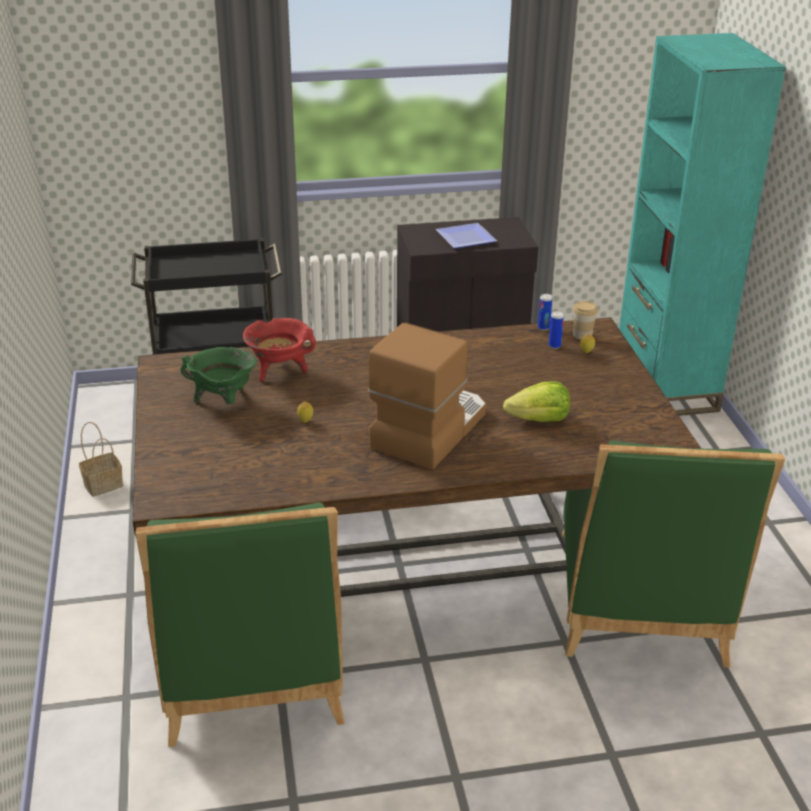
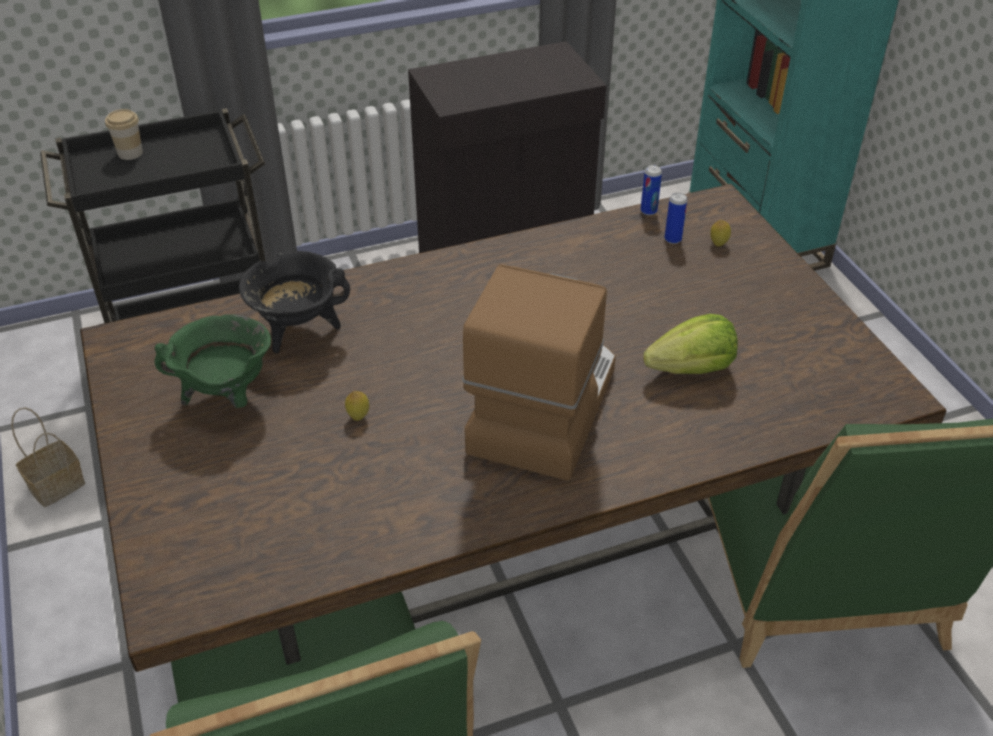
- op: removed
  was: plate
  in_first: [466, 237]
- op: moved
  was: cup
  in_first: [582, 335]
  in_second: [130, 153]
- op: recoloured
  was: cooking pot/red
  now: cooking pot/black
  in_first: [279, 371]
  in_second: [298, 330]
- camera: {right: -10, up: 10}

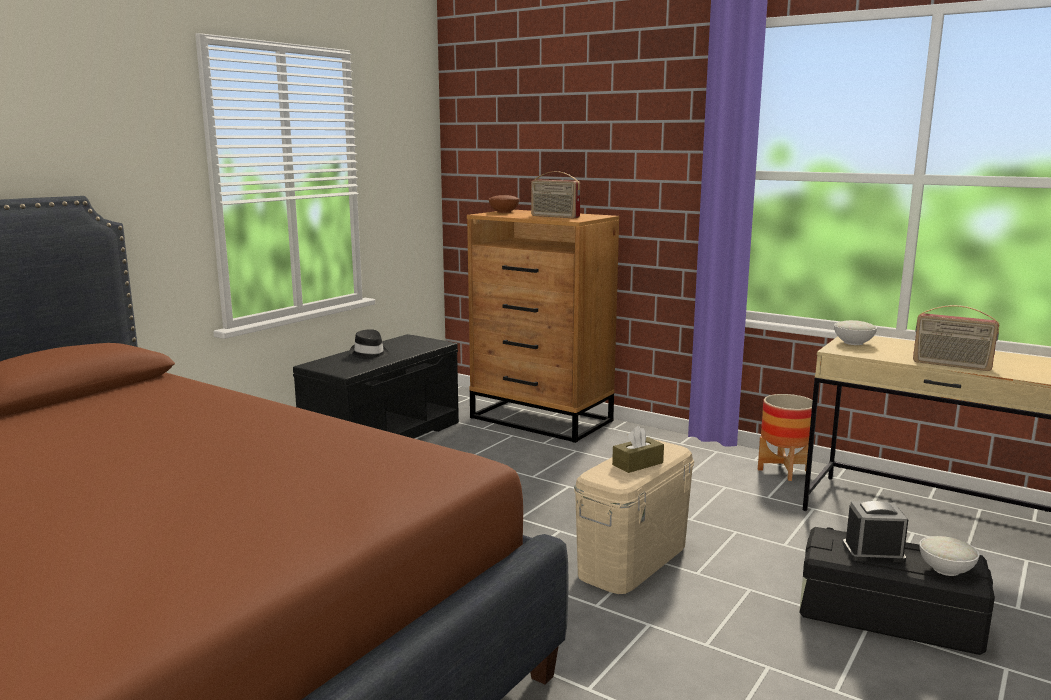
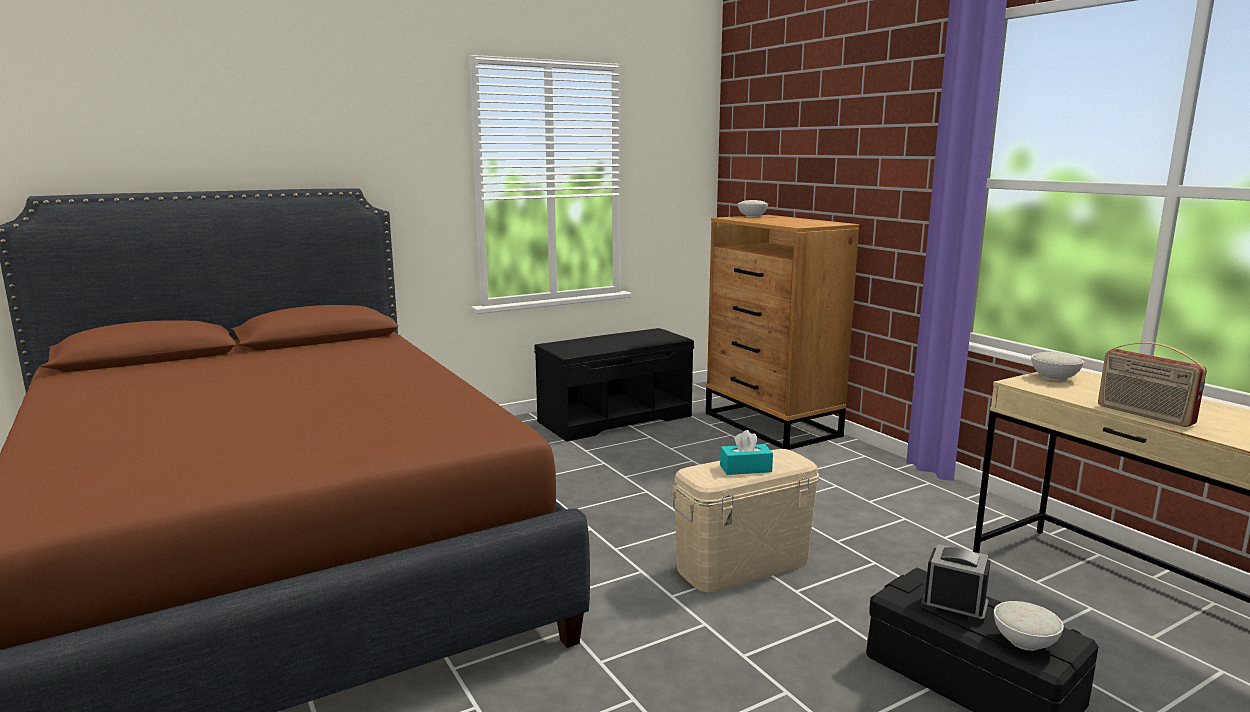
- op: removed
  was: radio
  in_first: [554, 217]
- op: recoloured
  was: bowl/brown
  now: bowl/white
  in_first: [503, 212]
  in_second: [752, 216]
- op: removed
  was: hat/black
  in_first: [370, 354]
- op: removed
  was: planter
  in_first: [783, 470]
- op: recoloured
  was: tissue box/brown
  now: tissue box/turquoise
  in_first: [637, 464]
  in_second: [745, 468]
- camera: {right: 25, up: 0}

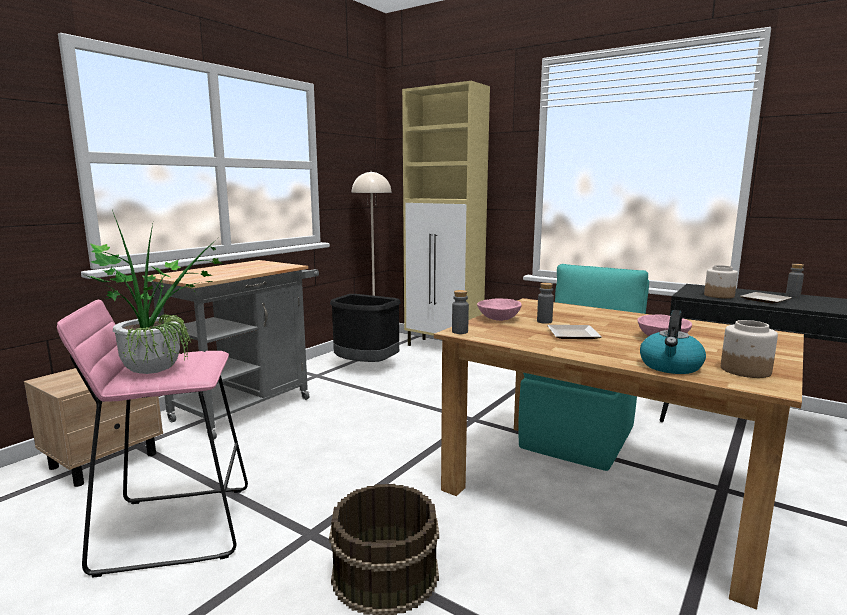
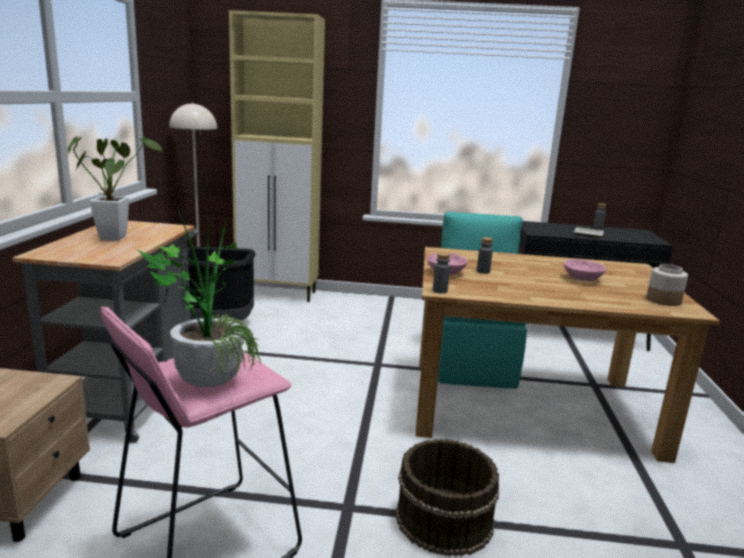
- op: removed
  was: jar
  in_first: [719, 295]
- op: removed
  was: kettle
  in_first: [670, 366]
- op: removed
  was: plate
  in_first: [572, 335]
- op: added
  now: potted plant
  in_second: [116, 236]
- camera: {right: -30, up: 5}

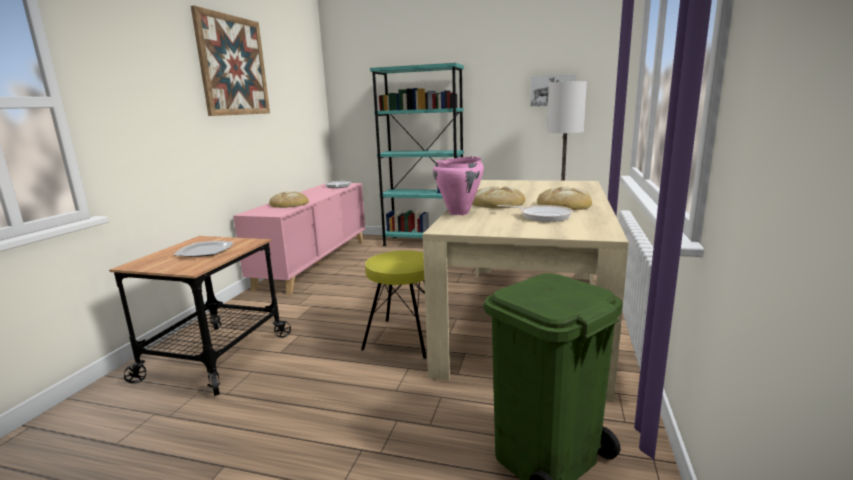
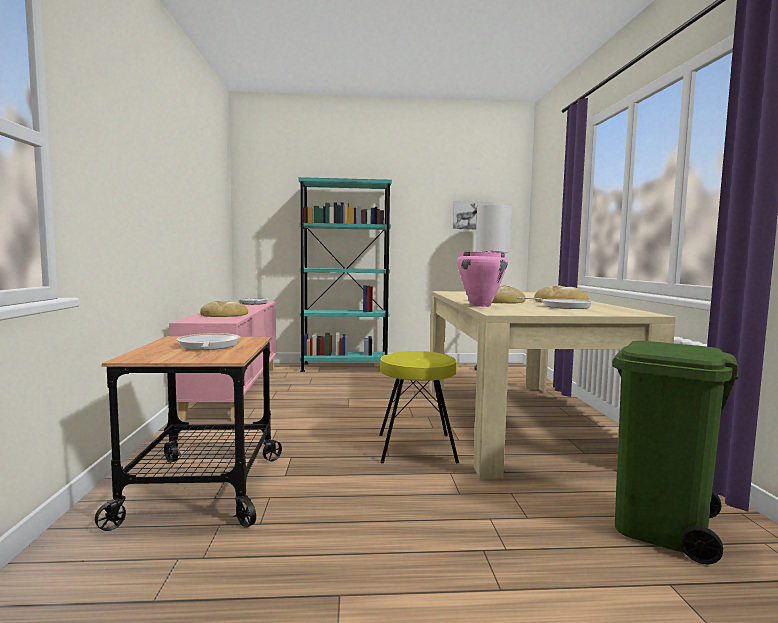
- op: removed
  was: picture
  in_first: [233, 66]
- op: replaced
  was: plate
  now: frying pan
  in_first: [204, 251]
  in_second: [208, 346]
- camera: {right: -20, up: -10}

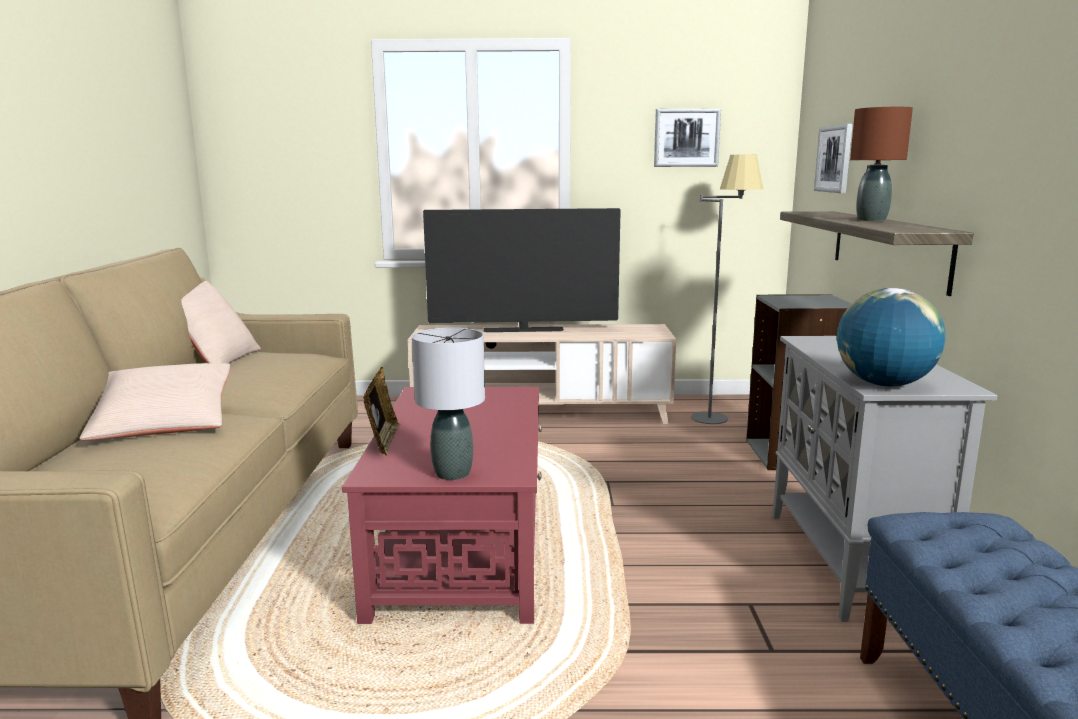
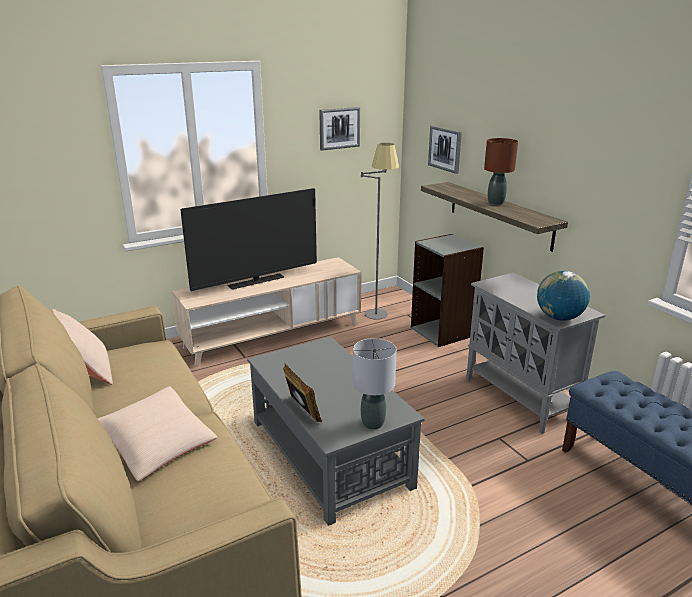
- op: recoloured
  was: coffee table/red
  now: coffee table/grey
  in_first: [463, 545]
  in_second: [329, 452]
- camera: {right: -30, up: 10}

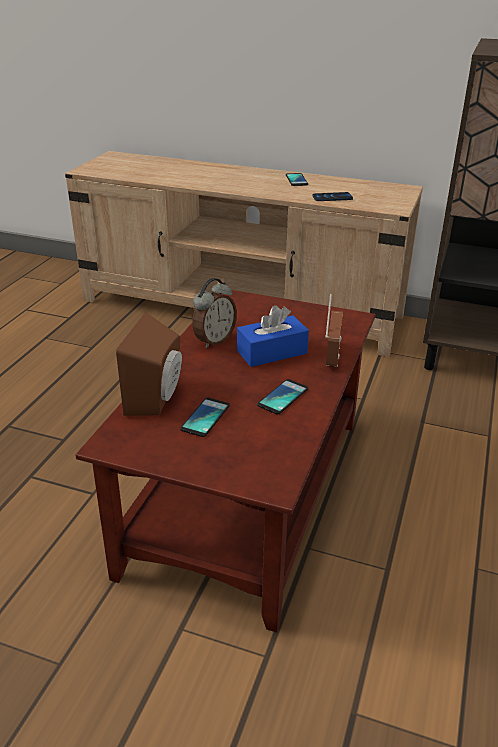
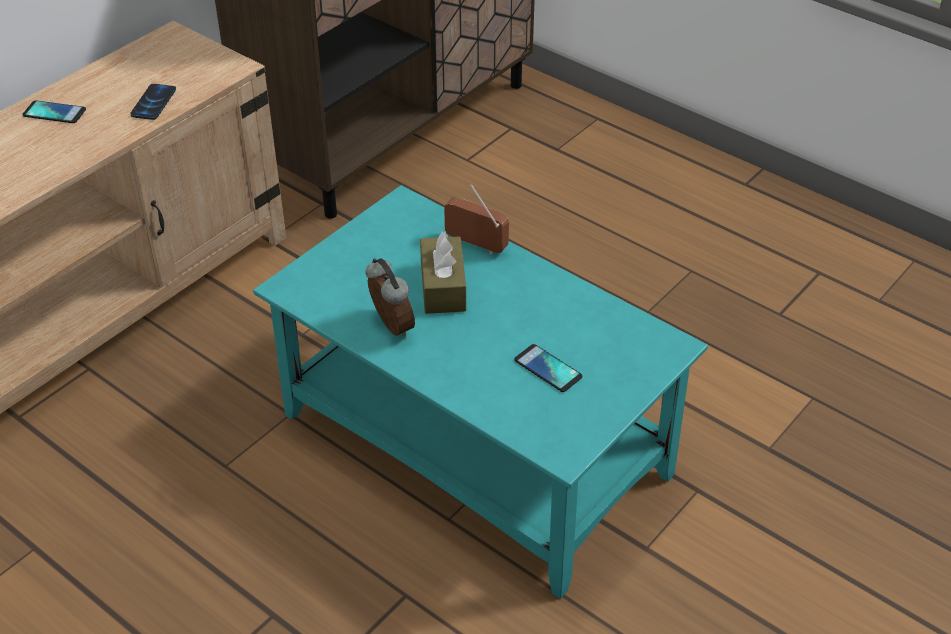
- op: recoloured
  was: coffee table/brown
  now: coffee table/turquoise
  in_first: [247, 491]
  in_second: [472, 444]
- op: recoloured
  was: tissue box/blue
  now: tissue box/brown
  in_first: [272, 352]
  in_second: [443, 287]
- op: removed
  was: speaker/brown
  in_first: [158, 398]
- op: removed
  was: phone
  in_first: [283, 397]
- camera: {right: -70, up: 10}

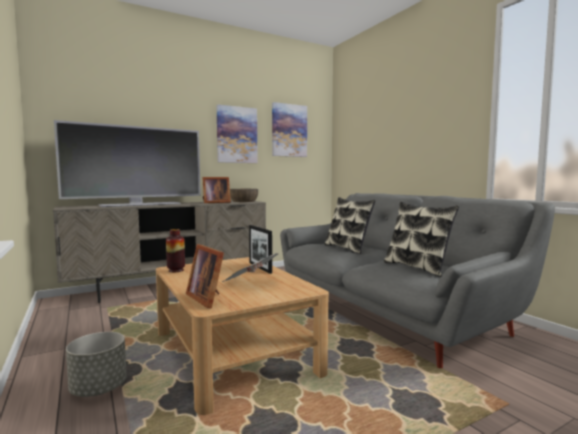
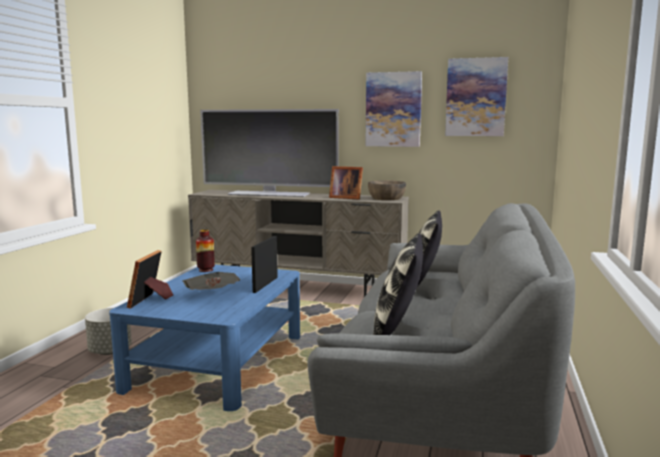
- op: recoloured
  was: coffee table/beige
  now: coffee table/blue
  in_first: [233, 352]
  in_second: [218, 362]
- camera: {right: 45, up: 5}

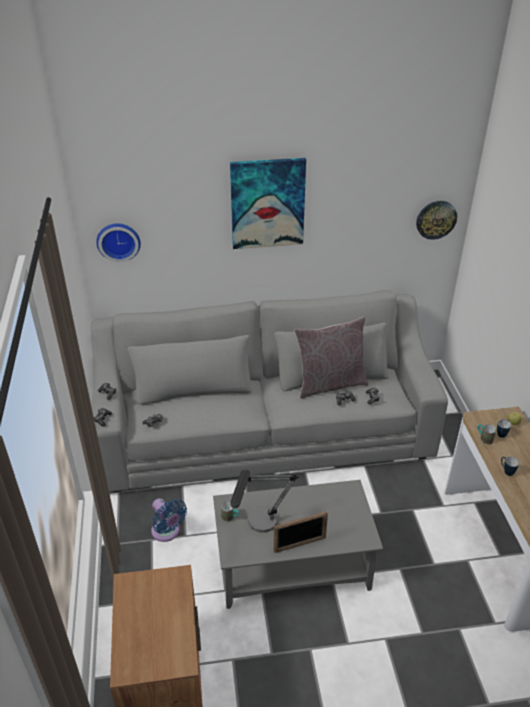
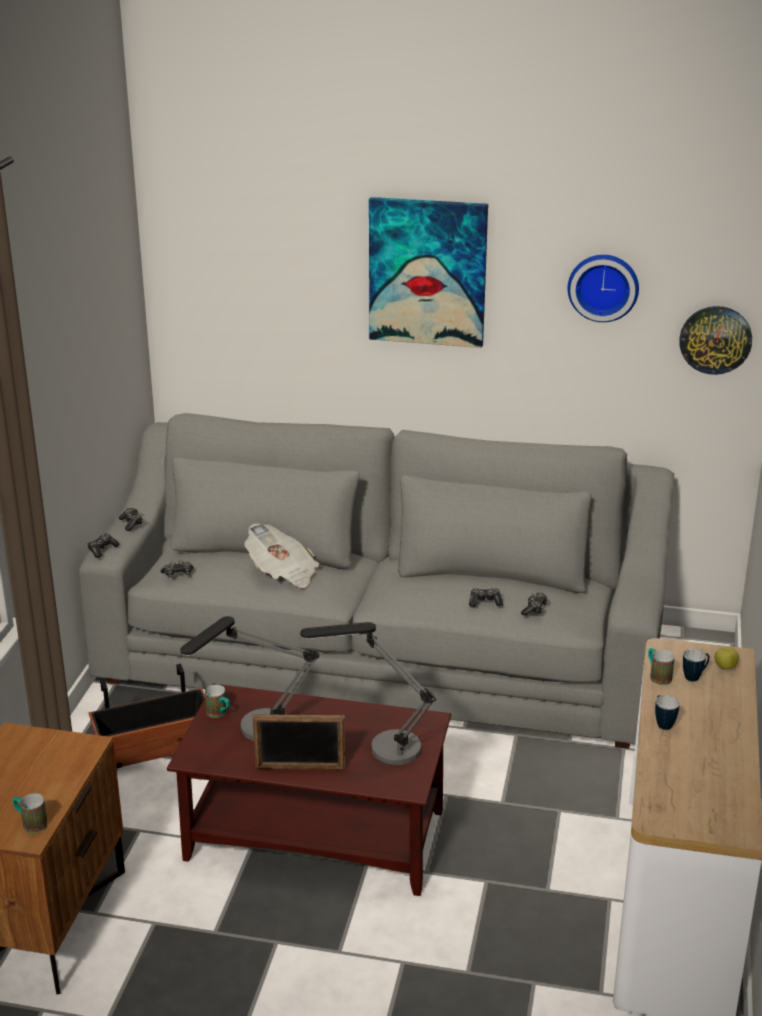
- op: moved
  was: wall clock
  in_first: [118, 241]
  in_second: [603, 286]
- op: removed
  was: pillow/grey
  in_first: [330, 384]
- op: recoloured
  was: coffee table/grey
  now: coffee table/brown
  in_first: [294, 565]
  in_second: [318, 835]
- op: replaced
  was: fan/blue
  now: planter
  in_first: [167, 532]
  in_second: [154, 748]
- op: added
  now: newspaper
  in_second: [283, 572]
- op: added
  now: table lamp
  in_second: [380, 749]
- op: added
  now: mug
  in_second: [30, 823]
- camera: {right: 20, up: -10}

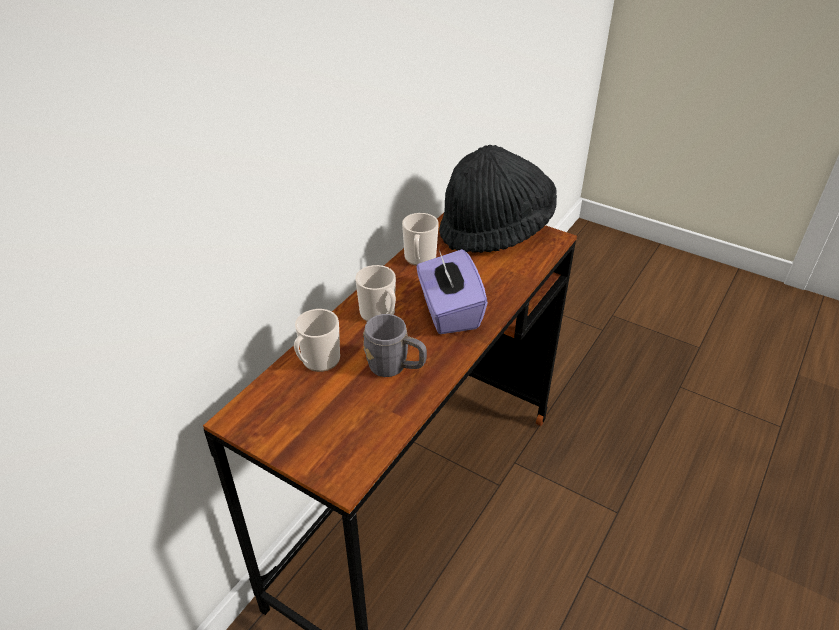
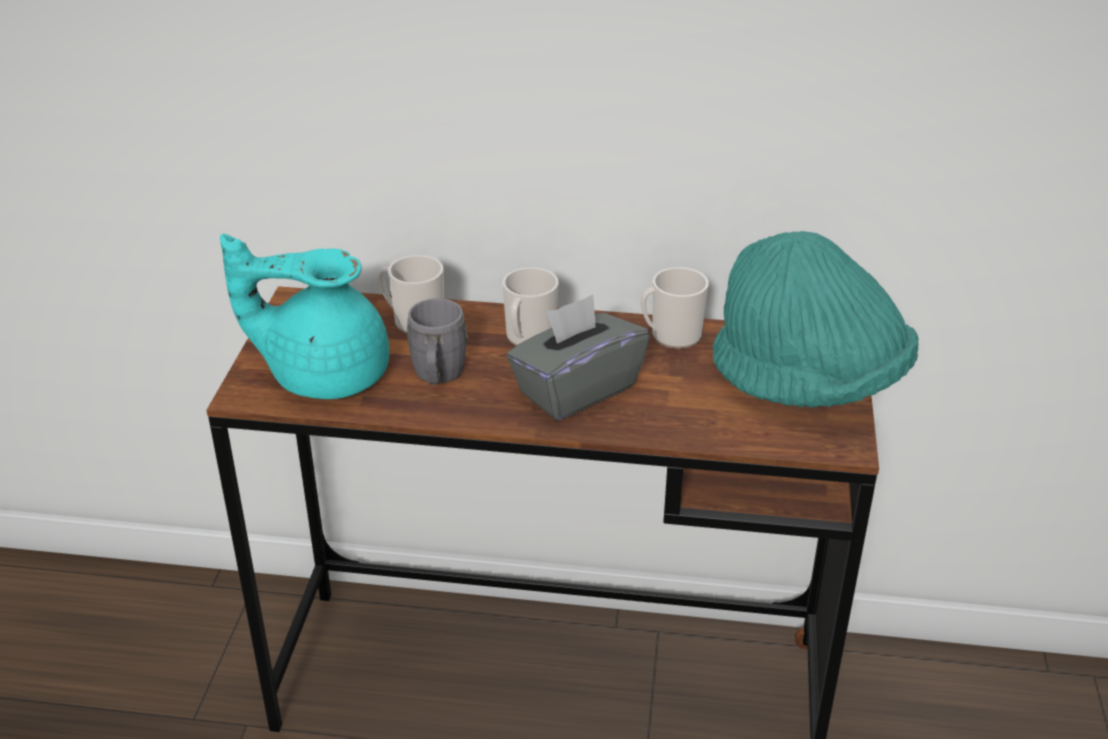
- op: recoloured
  was: hat/black
  now: hat/turquoise
  in_first: [496, 230]
  in_second: [808, 383]
- op: recoloured
  was: tissue box/purple
  now: tissue box/grey
  in_first: [449, 311]
  in_second: [576, 389]
- op: added
  now: teapot/turquoise
  in_second: [324, 373]
- camera: {right: 65, up: -5}

